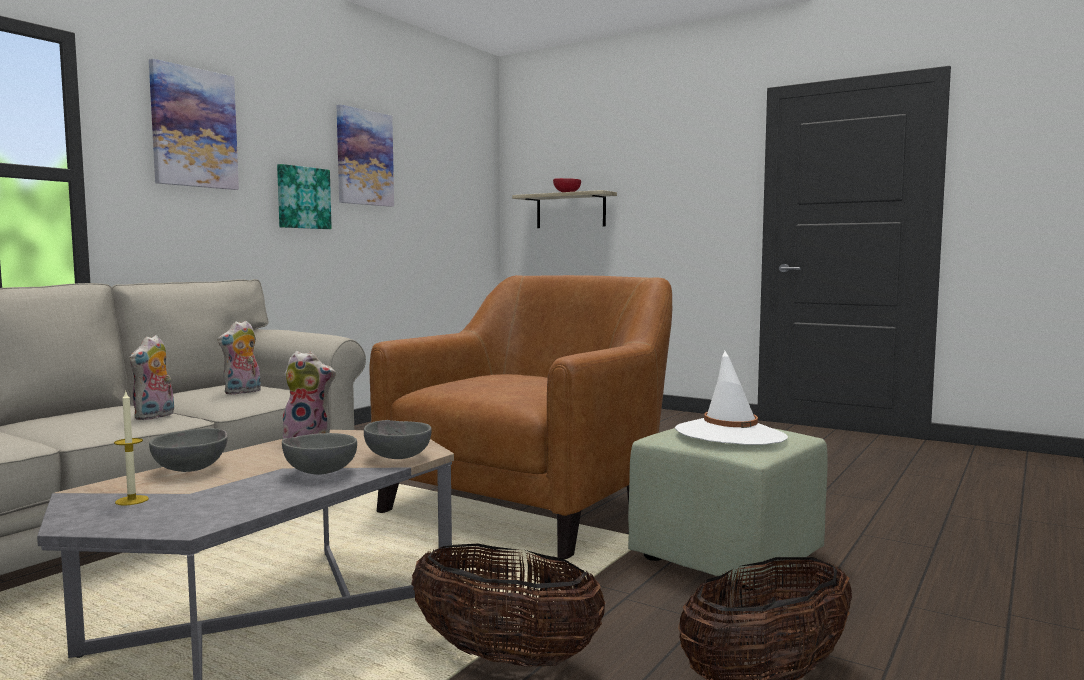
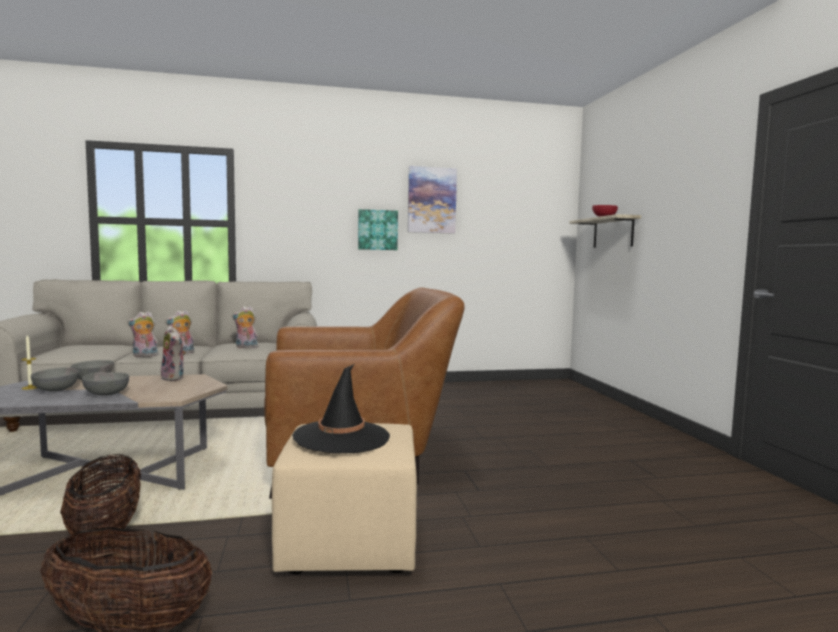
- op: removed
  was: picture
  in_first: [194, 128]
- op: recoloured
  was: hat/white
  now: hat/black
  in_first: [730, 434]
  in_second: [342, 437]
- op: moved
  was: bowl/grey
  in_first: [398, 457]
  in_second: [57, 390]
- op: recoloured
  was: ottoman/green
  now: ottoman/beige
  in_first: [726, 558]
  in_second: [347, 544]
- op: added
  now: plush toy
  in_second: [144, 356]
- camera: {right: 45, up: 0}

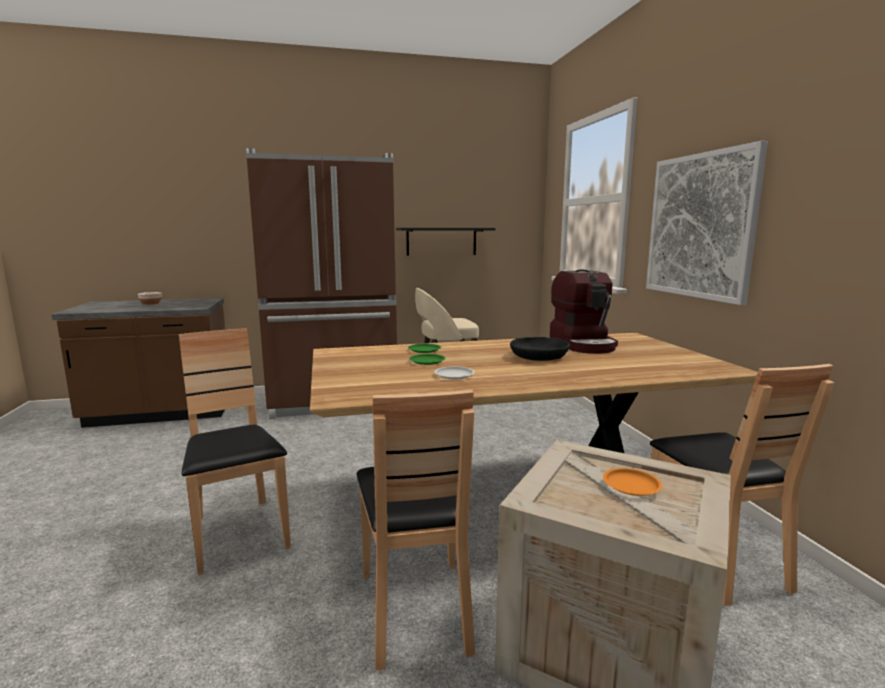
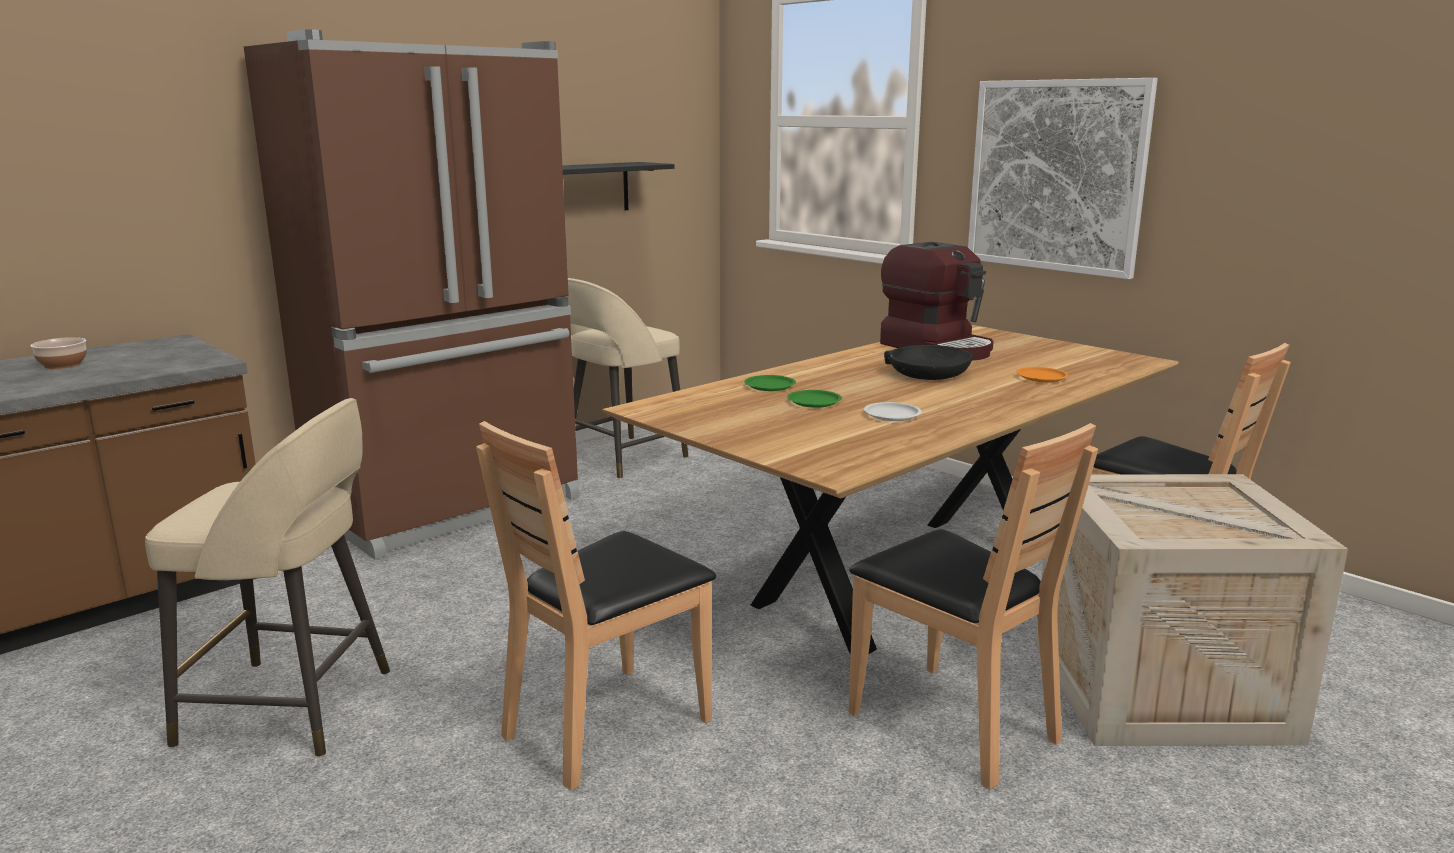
- op: turned
  was: chair/brown
  in_first: [238, 534]
  in_second: [607, 725]
  clockwise: -75
- op: moved
  was: plate/orange
  in_first: [631, 485]
  in_second: [1041, 378]
- op: added
  now: stool/beige
  in_second: [292, 707]
- camera: {right: -30, up: 5}

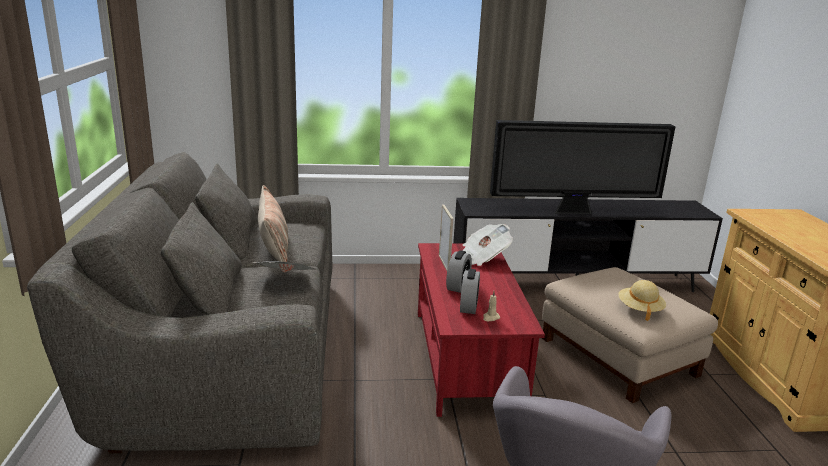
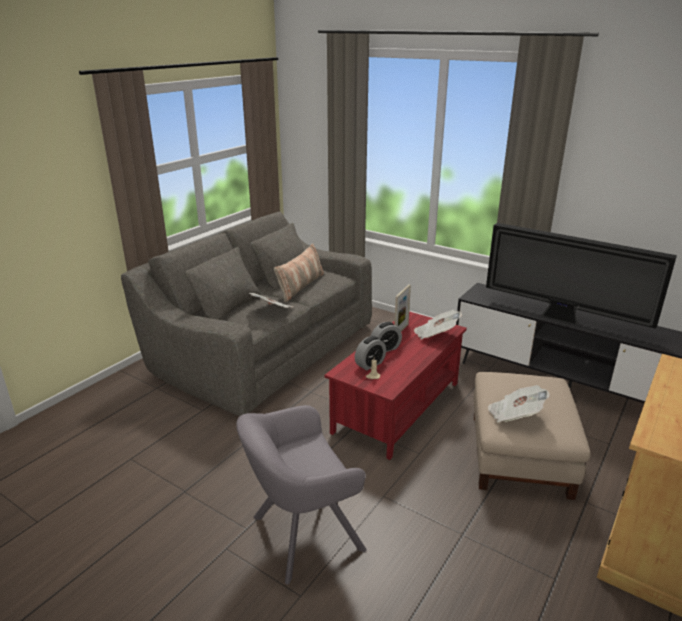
- op: replaced
  was: hat/beige
  now: newspaper
  in_first: [639, 309]
  in_second: [514, 415]
- camera: {right: 40, up: 5}

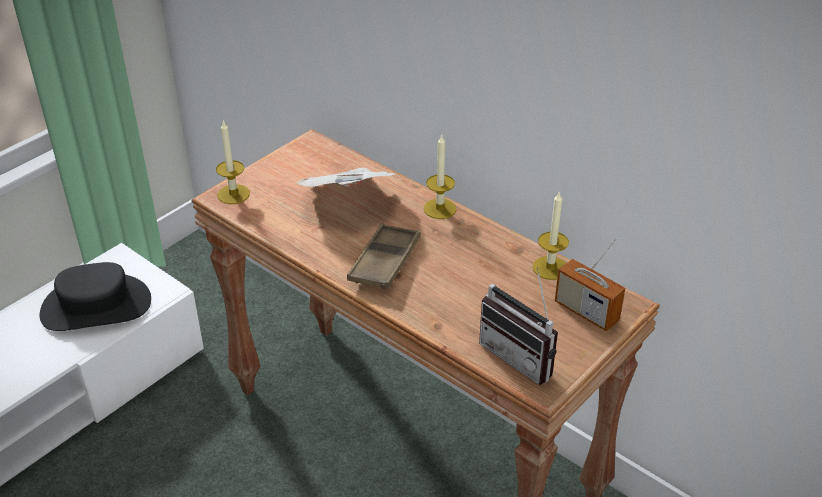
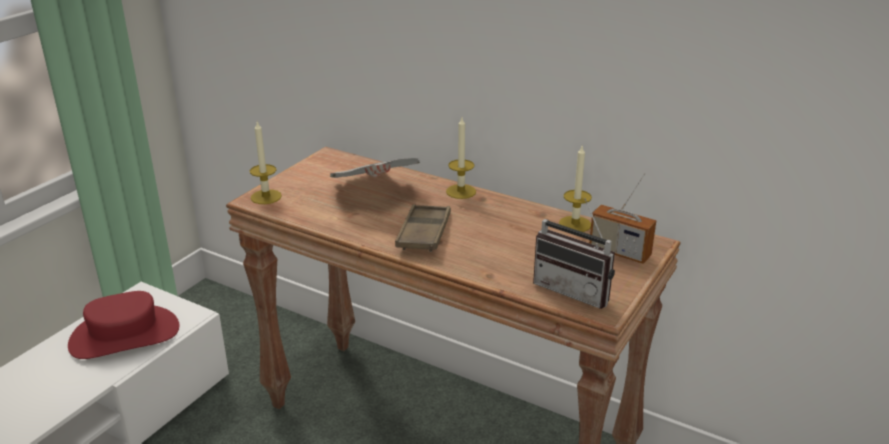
- op: recoloured
  was: hat/black
  now: hat/red
  in_first: [96, 306]
  in_second: [125, 335]
- camera: {right: -10, up: -10}

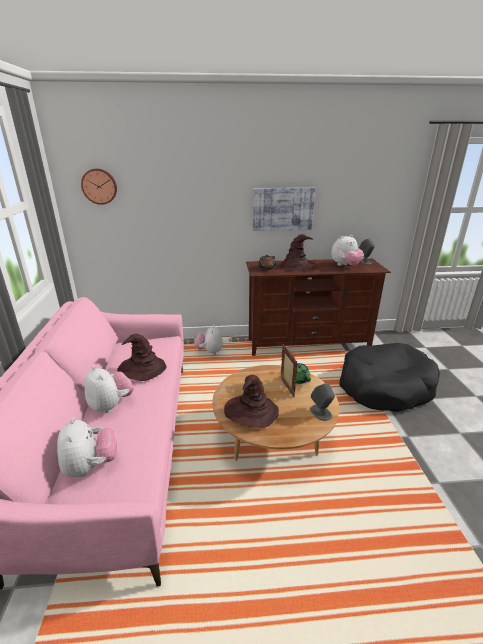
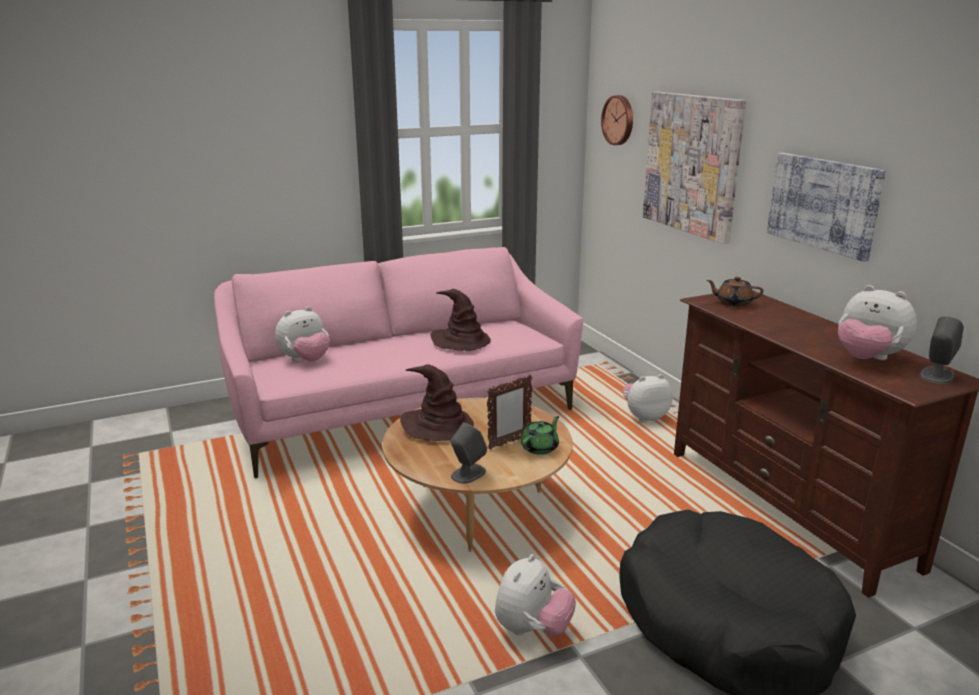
- op: removed
  was: hat/brown
  in_first: [296, 266]
- op: moved
  was: plush toy
  in_first: [111, 405]
  in_second: [532, 629]
- op: added
  now: picture
  in_second: [692, 164]
- camera: {right: 70, up: -5}

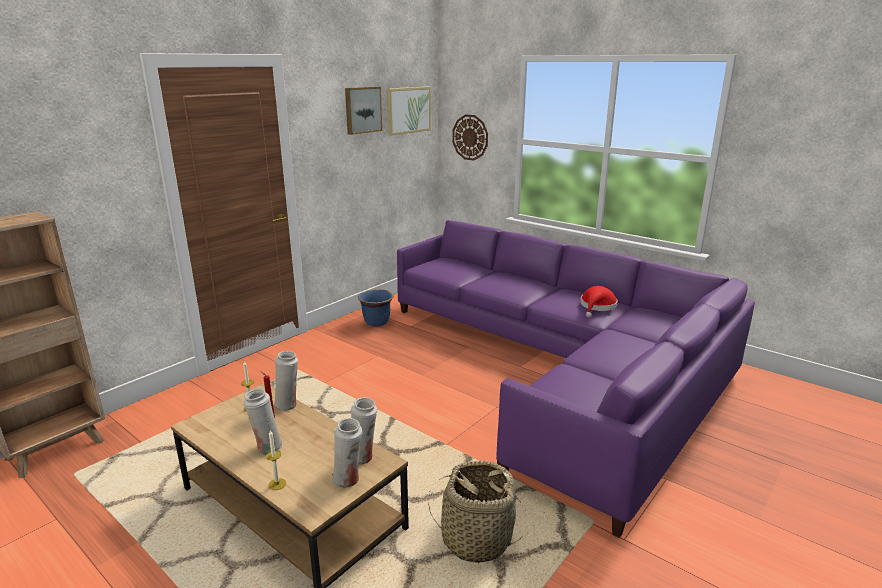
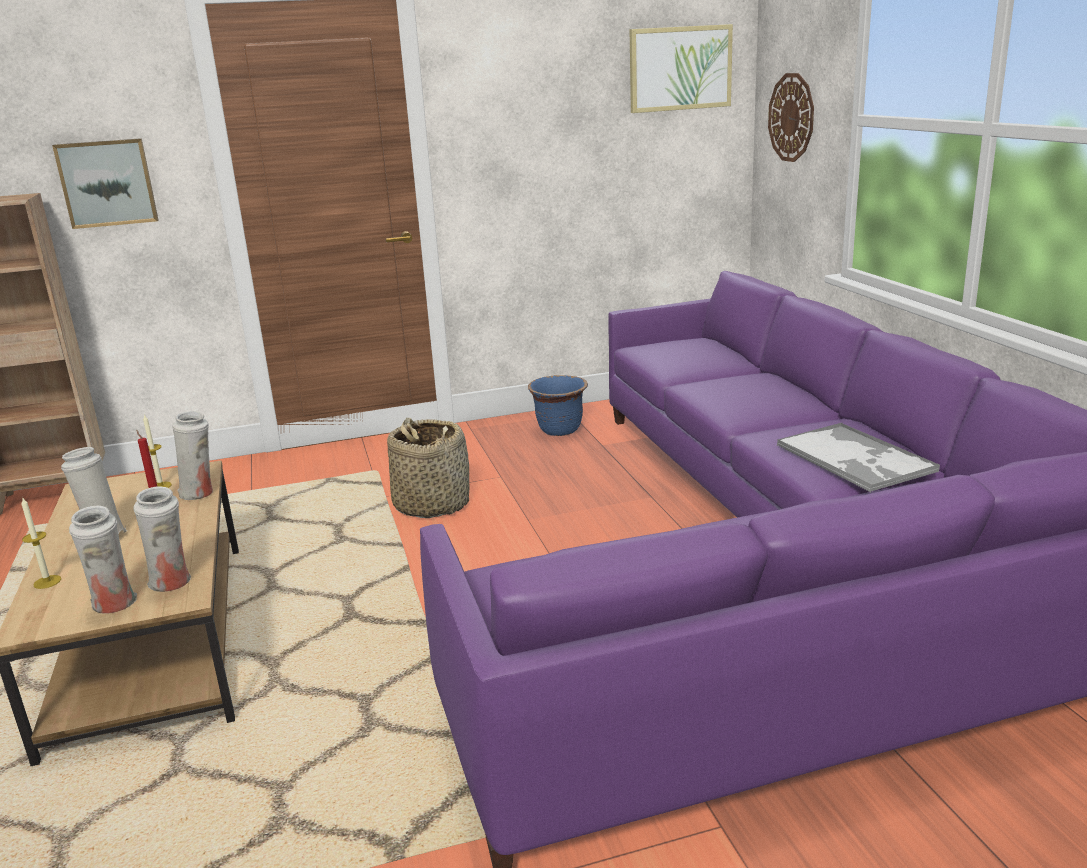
- op: moved
  was: picture
  in_first: [362, 110]
  in_second: [107, 183]
- op: replaced
  was: hat/red
  now: tray
  in_first: [597, 306]
  in_second: [855, 458]
- op: moved
  was: basket
  in_first: [476, 539]
  in_second: [431, 504]
- camera: {right: 35, up: 0}

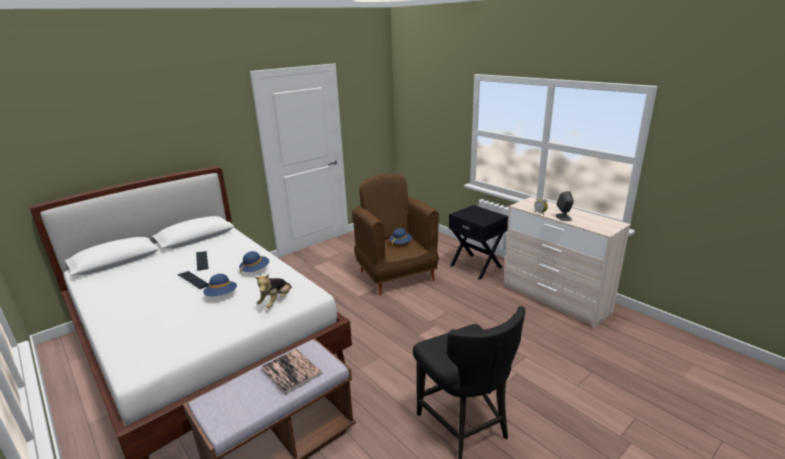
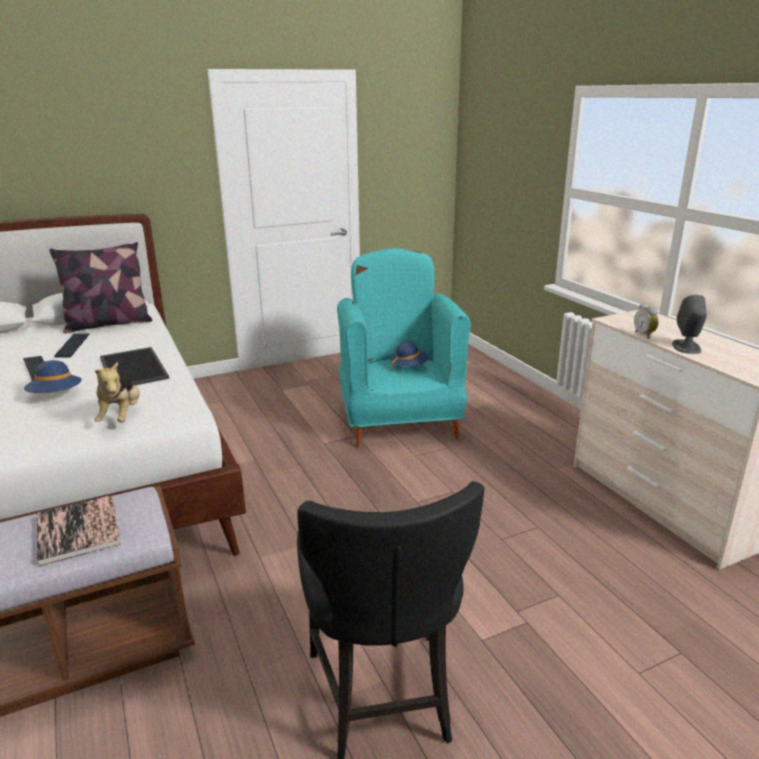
- op: recoloured
  was: armchair/brown
  now: armchair/turquoise
  in_first: [396, 275]
  in_second: [400, 421]
- op: removed
  was: nightstand/black
  in_first: [476, 266]
- op: replaced
  was: hat/blue
  now: tray
  in_first: [255, 270]
  in_second: [131, 368]
- op: turned
  was: plush toy
  in_first: [276, 301]
  in_second: [121, 416]
  clockwise: -45
- op: added
  now: pillow
  in_second: [108, 324]
- camera: {right: 15, up: 0}

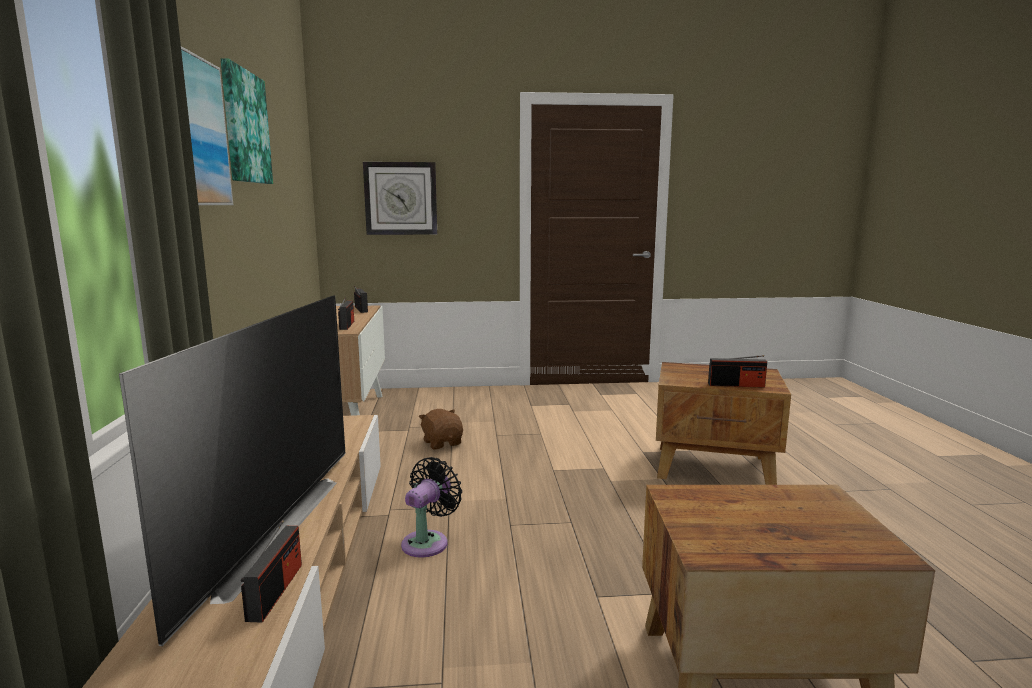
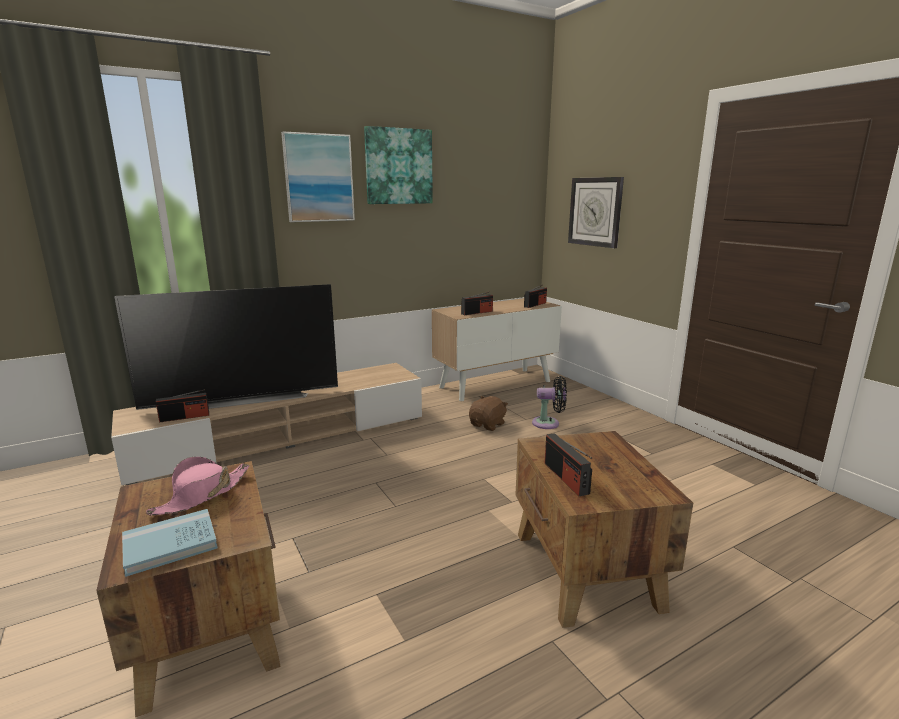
- op: moved
  was: fan/black
  in_first: [428, 542]
  in_second: [548, 423]
- op: added
  now: hat/pink
  in_second: [202, 495]
- op: added
  now: book/blue
  in_second: [170, 544]
- camera: {right: 65, up: 5}

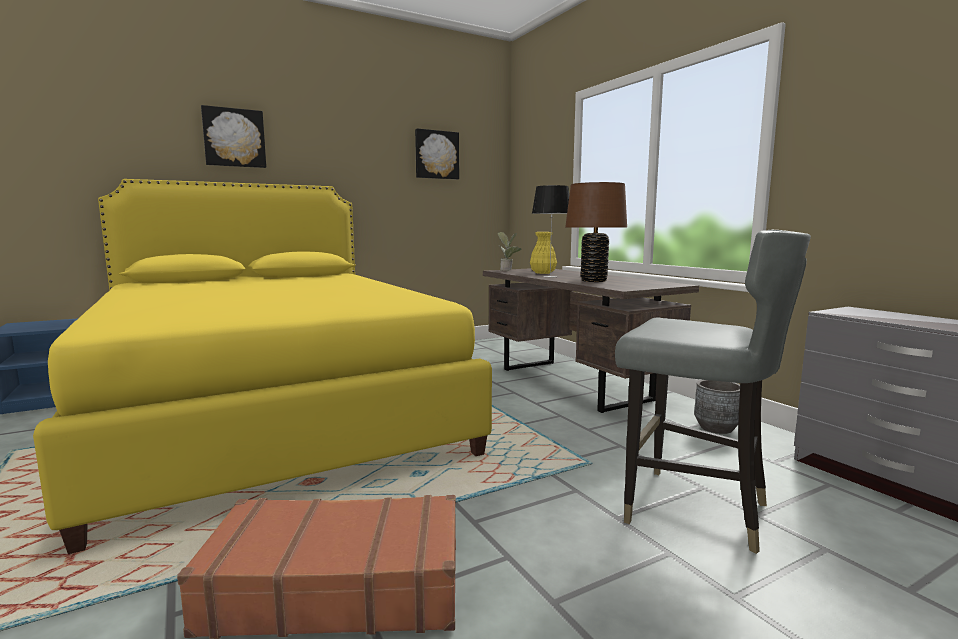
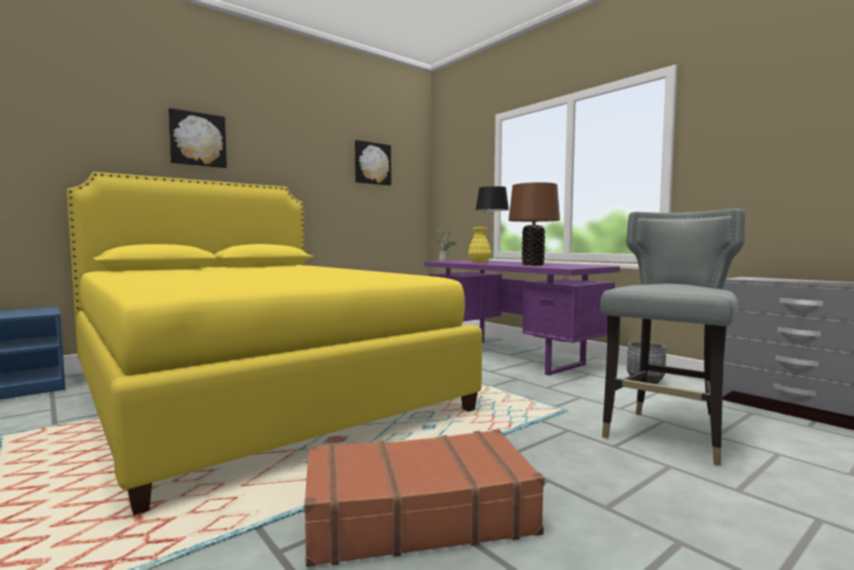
- op: turned
  was: chair/grey
  in_first: [693, 509]
  in_second: [667, 436]
  clockwise: -75
- op: recoloured
  was: desk/brown
  now: desk/purple
  in_first: [573, 383]
  in_second: [511, 356]
- camera: {right: -10, up: -5}

